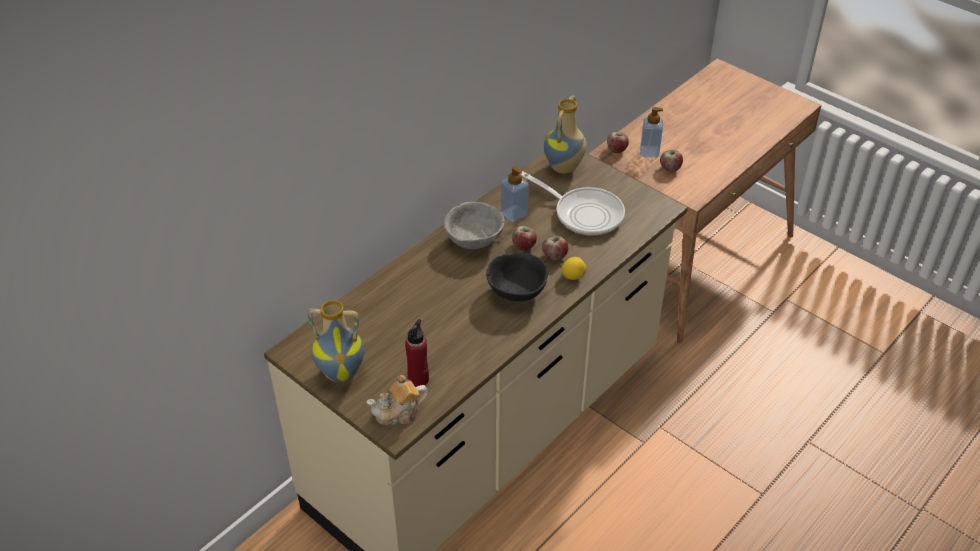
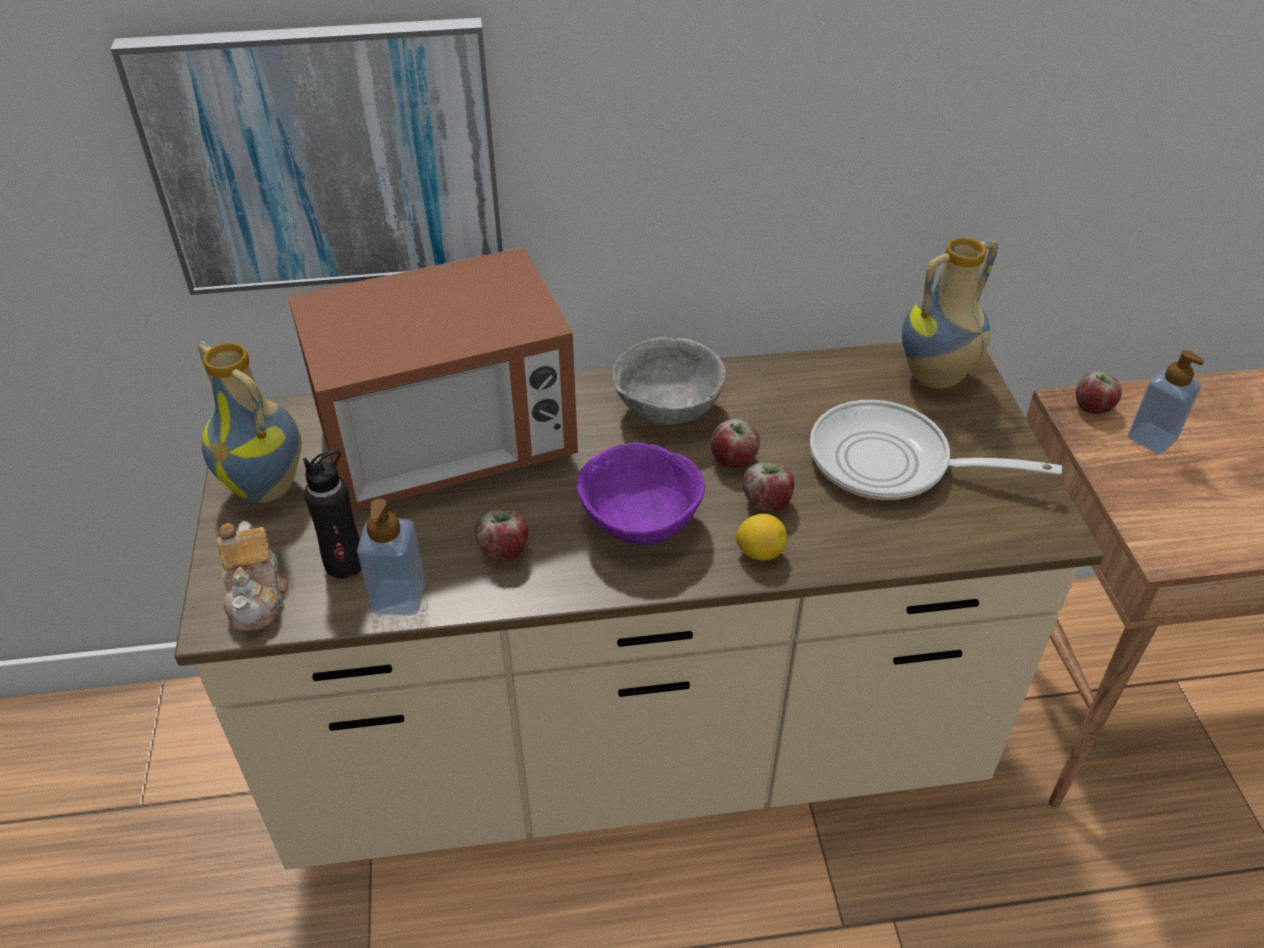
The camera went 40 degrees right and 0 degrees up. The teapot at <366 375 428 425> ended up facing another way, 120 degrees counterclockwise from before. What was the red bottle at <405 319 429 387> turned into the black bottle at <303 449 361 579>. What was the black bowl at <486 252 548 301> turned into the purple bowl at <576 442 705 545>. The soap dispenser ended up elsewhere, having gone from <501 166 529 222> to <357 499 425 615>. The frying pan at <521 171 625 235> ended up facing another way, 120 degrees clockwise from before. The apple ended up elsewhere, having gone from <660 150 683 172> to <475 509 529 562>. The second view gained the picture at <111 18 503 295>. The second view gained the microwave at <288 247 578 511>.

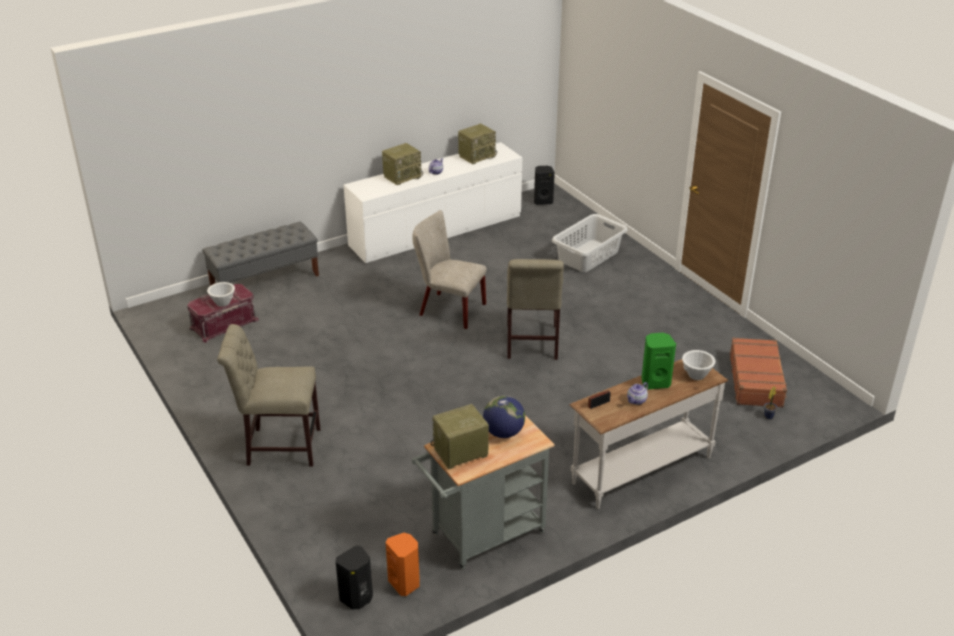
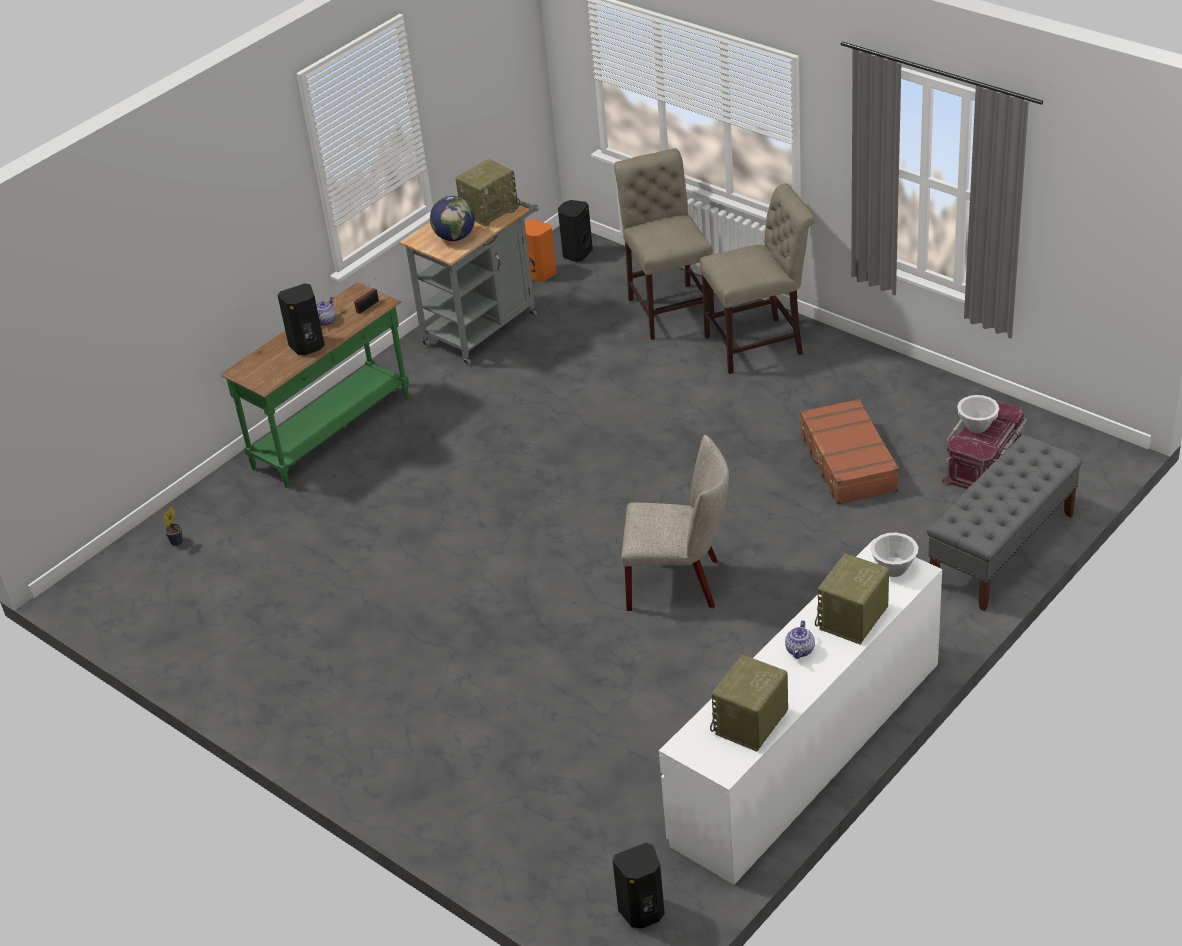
The camera went 165 degrees right and 5 degrees up. The beige chair ended up elsewhere, having gone from <507 259 564 360> to <614 148 715 340>. The second view lost the grey laundry basket at <552 214 628 272>. What was the white console table at <569 359 728 509> turned into the green console table at <221 282 409 488>. What was the green speaker at <642 333 676 390> turned into the black speaker at <278 283 325 355>. The white bowl ended up elsewhere, having gone from <682 350 715 380> to <870 533 918 577>. The brown suitcase ended up elsewhere, having gone from <730 338 787 408> to <799 399 899 505>.

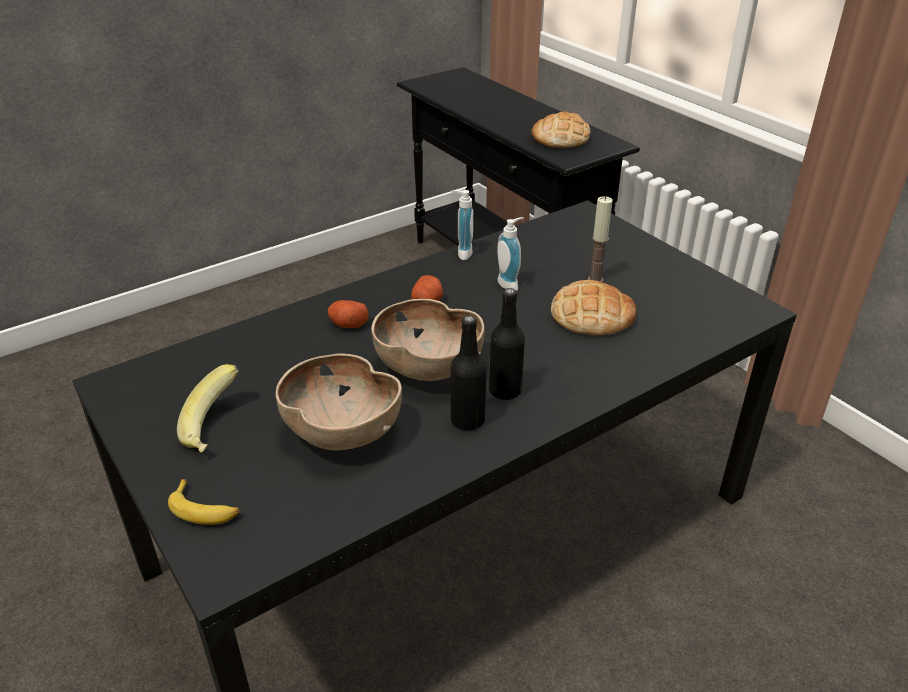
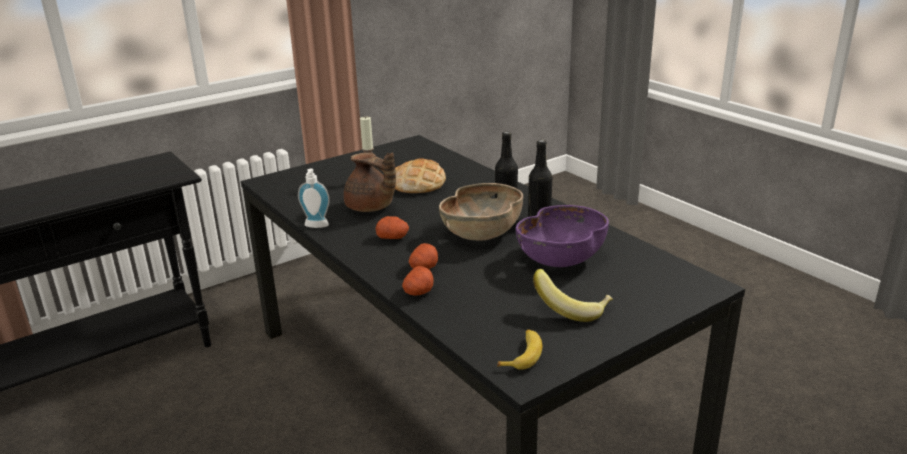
The camera went 90 degrees left and 10 degrees down. The banana ended up elsewhere, having gone from <168 479 240 525> to <497 330 542 370>. What was the brown bowl at <276 353 402 450> turned into the purple bowl at <516 205 609 267>. Where the soap dispenser stood at <497 217 524 291>, the brown teapot came to stand at <344 152 396 212>. The second view lost the bread at <531 112 590 148>. The second view gained the potato at <402 266 434 296>.

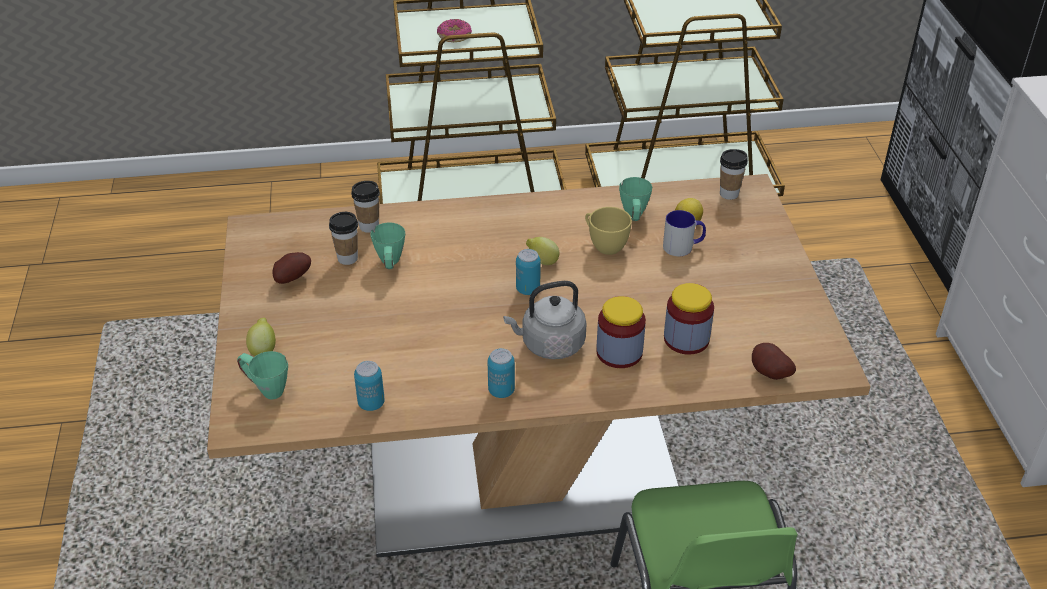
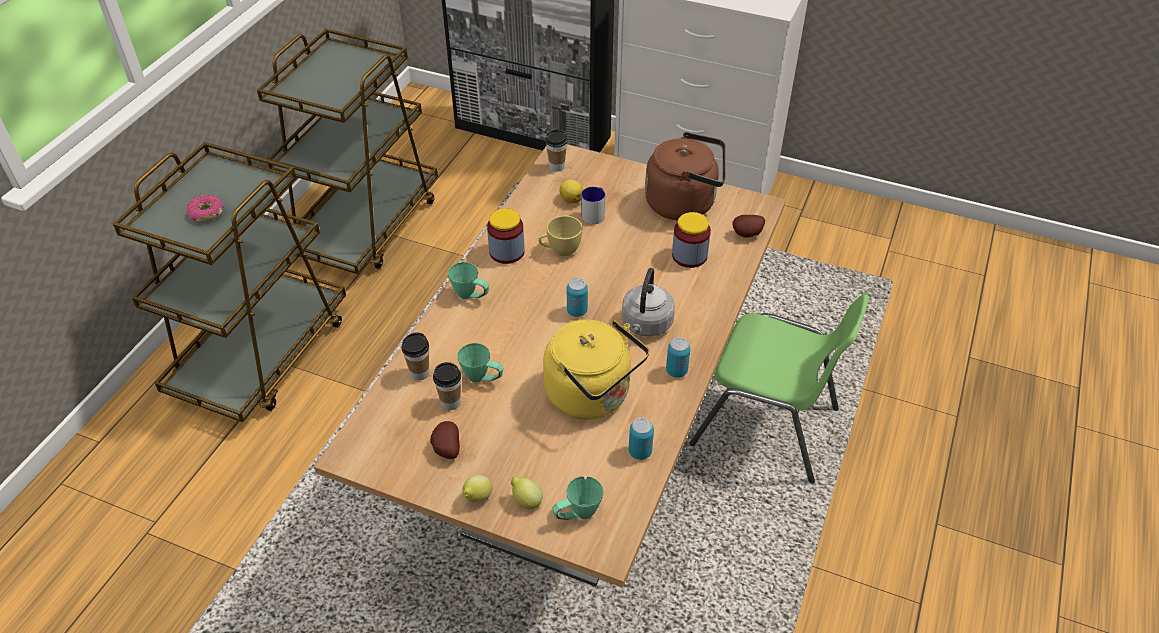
The camera went 60 degrees left and 5 degrees up. The lemon ended up elsewhere, having gone from <526 237 560 265> to <463 475 493 502>. The jar ended up elsewhere, having gone from <596 296 646 368> to <487 208 525 264>. The green mug ended up elsewhere, having gone from <619 177 652 221> to <448 262 489 299>. The second view gained the yellow kettle at <543 320 649 419>. The second view gained the brown kettle at <645 132 726 220>.

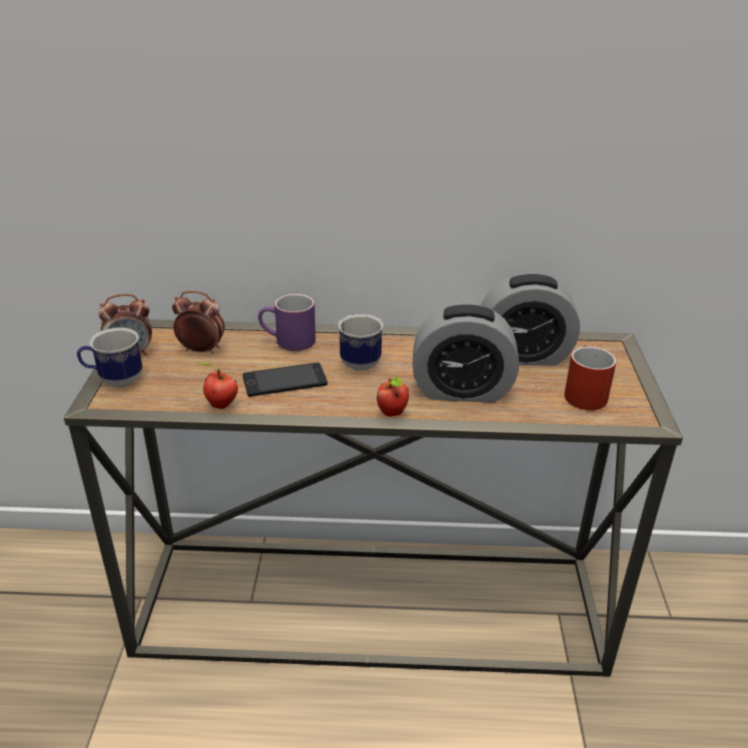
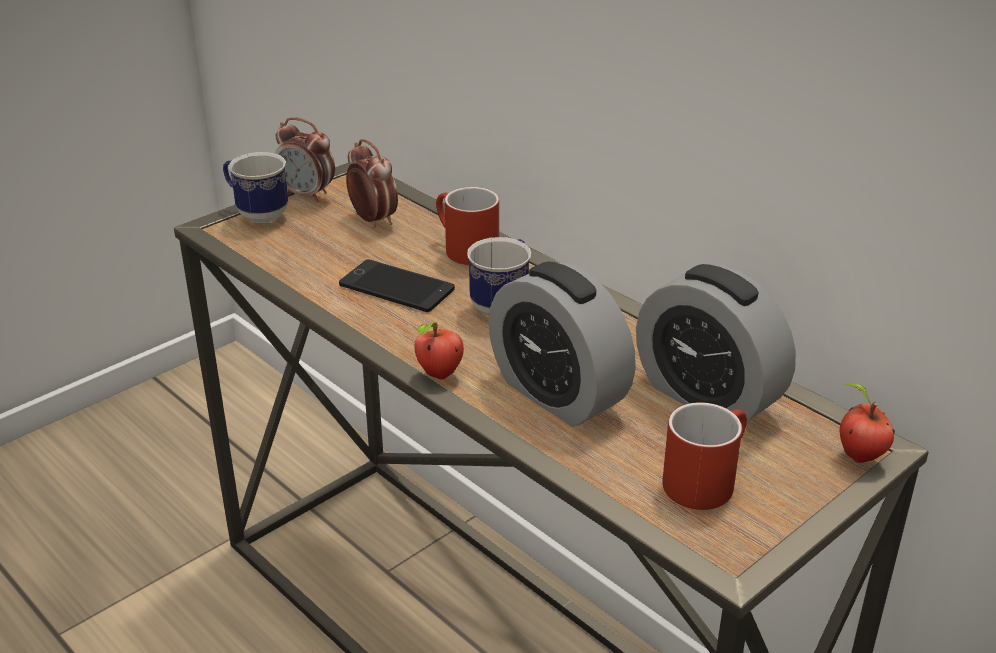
The camera went 45 degrees right and 0 degrees up. The apple ended up elsewhere, having gone from <196 363 238 409> to <840 383 895 463>. What was the purple mug at <258 294 316 351> turned into the red mug at <436 187 499 265>.

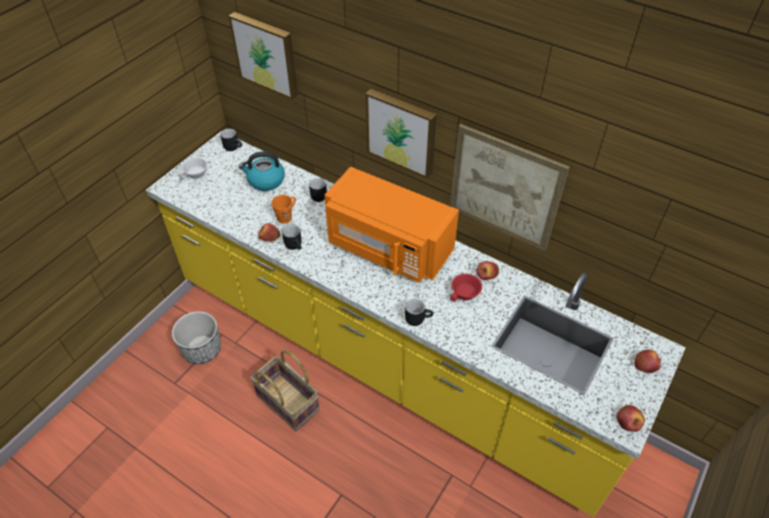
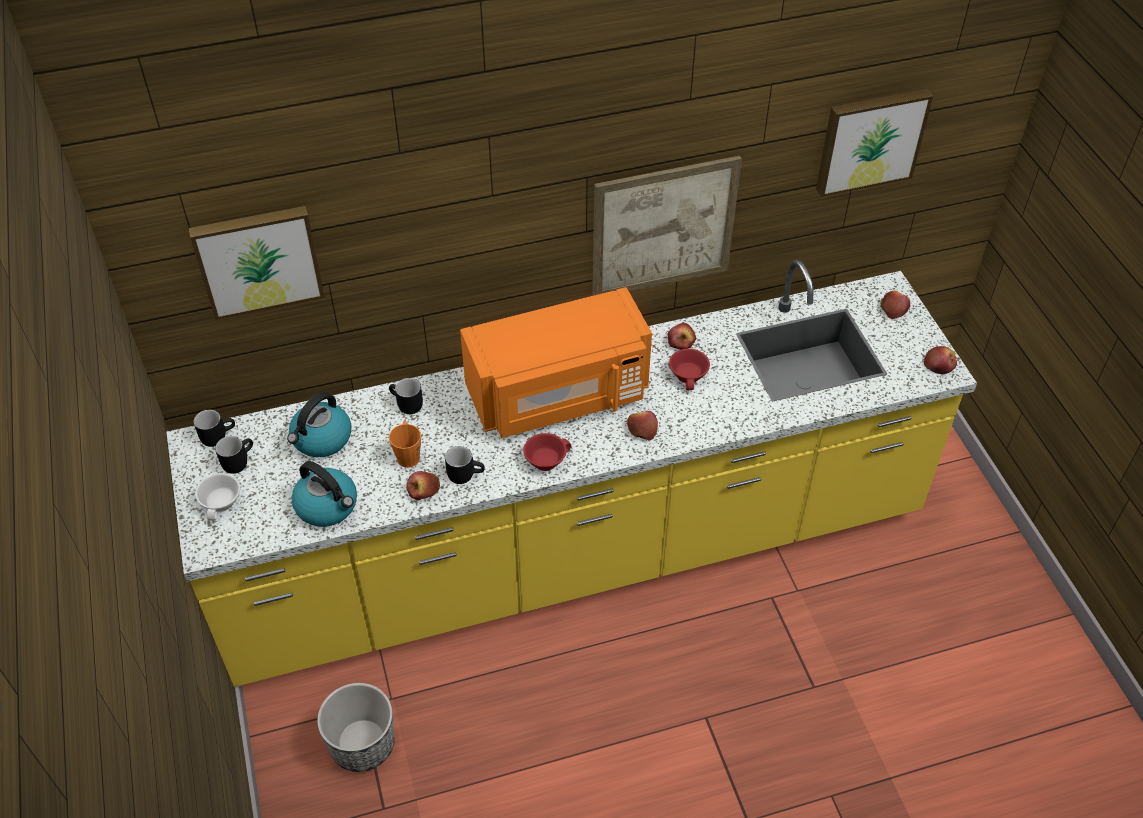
The camera went 50 degrees left and 0 degrees up. The second view lost the basket at <250 350 320 431>. The picture ended up elsewhere, having gone from <366 89 436 179> to <816 89 933 197>. The black mug ended up elsewhere, having gone from <405 299 433 326> to <215 436 253 474>. The second view gained the kettle at <291 461 357 527>. The second view gained the red cup at <523 433 571 471>. The second view gained the apple at <627 411 658 441>.

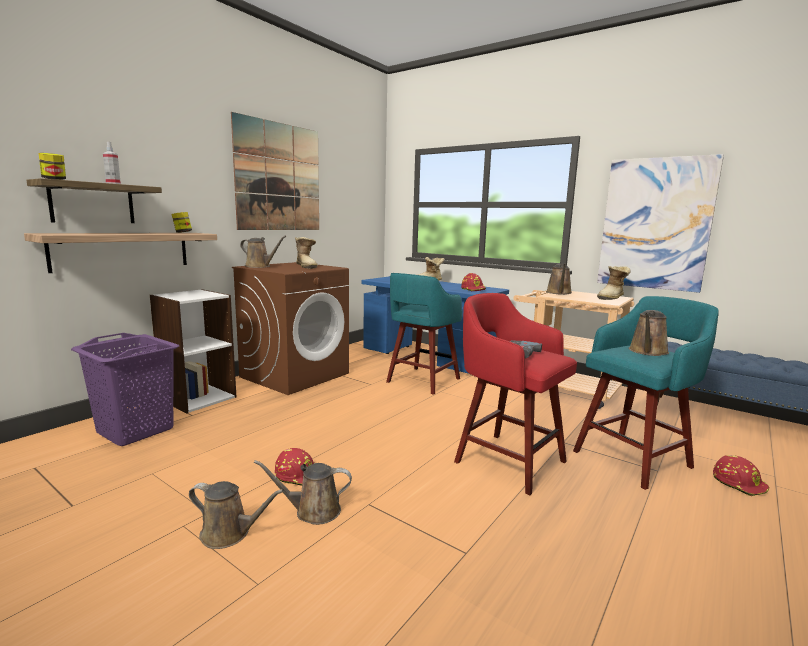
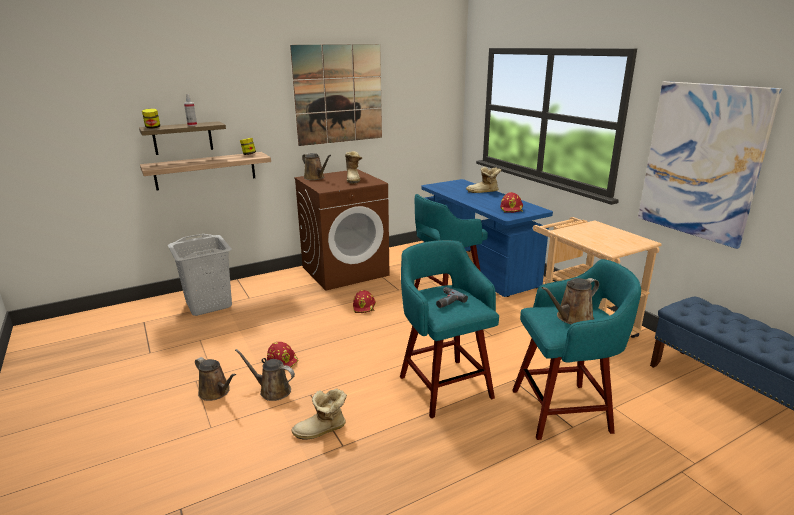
The camera went 25 degrees right and 10 degrees up. What was the purple laundry basket at <71 333 179 446> turned into the grey laundry basket at <168 234 232 316>. The second view lost the white bookcase at <150 289 236 413>. What was the red stool at <454 293 577 495> turned into the turquoise stool at <400 240 499 418>. The second view lost the brown watering can at <546 263 572 295>. The boot ended up elsewhere, having gone from <597 266 631 300> to <292 388 347 440>. The red hard hat ended up elsewhere, having gone from <713 455 769 496> to <353 290 376 313>.

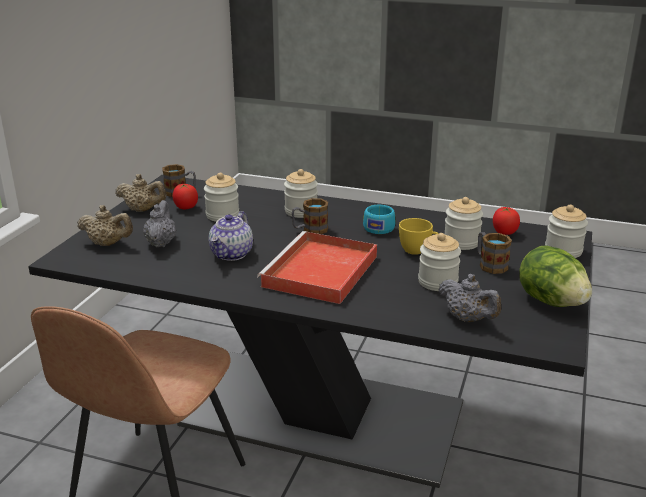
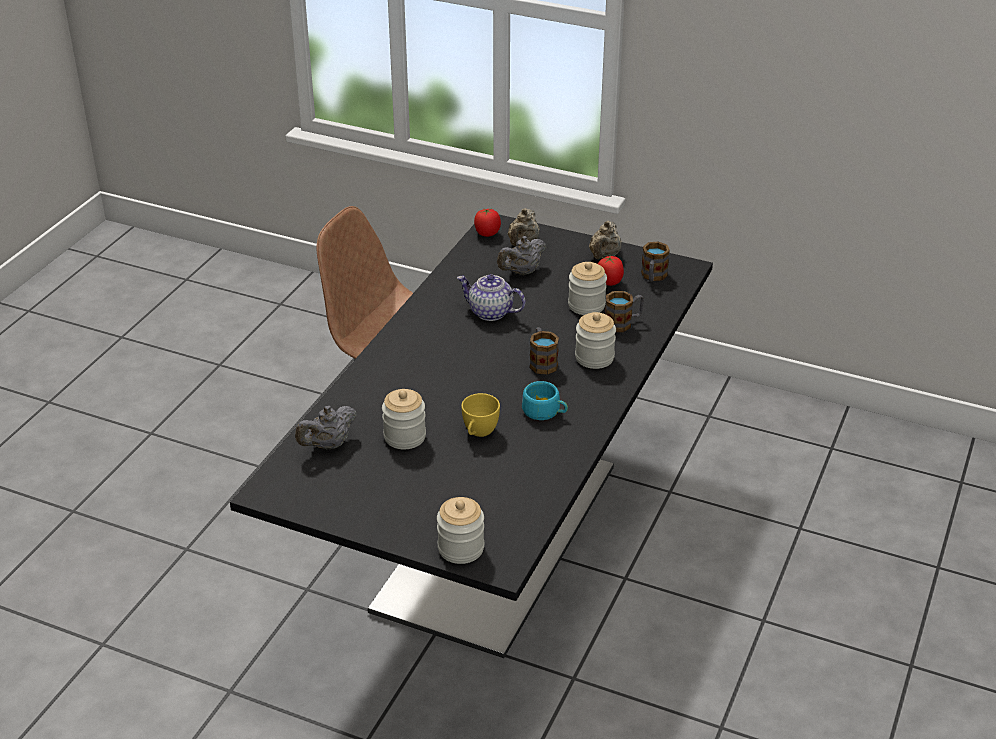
The camera went 95 degrees right and 10 degrees up. The grey teapot at <143 200 177 247> ended up facing another way, 135 degrees clockwise from before. The second view lost the red tray at <257 231 377 304>. The second view lost the jar at <445 197 483 250>. The mug ended up elsewhere, having gone from <478 232 512 274> to <605 291 644 332>. The tomato ended up elsewhere, having gone from <493 207 520 235> to <474 208 501 237>. The second view lost the lettuce at <519 245 592 307>.

